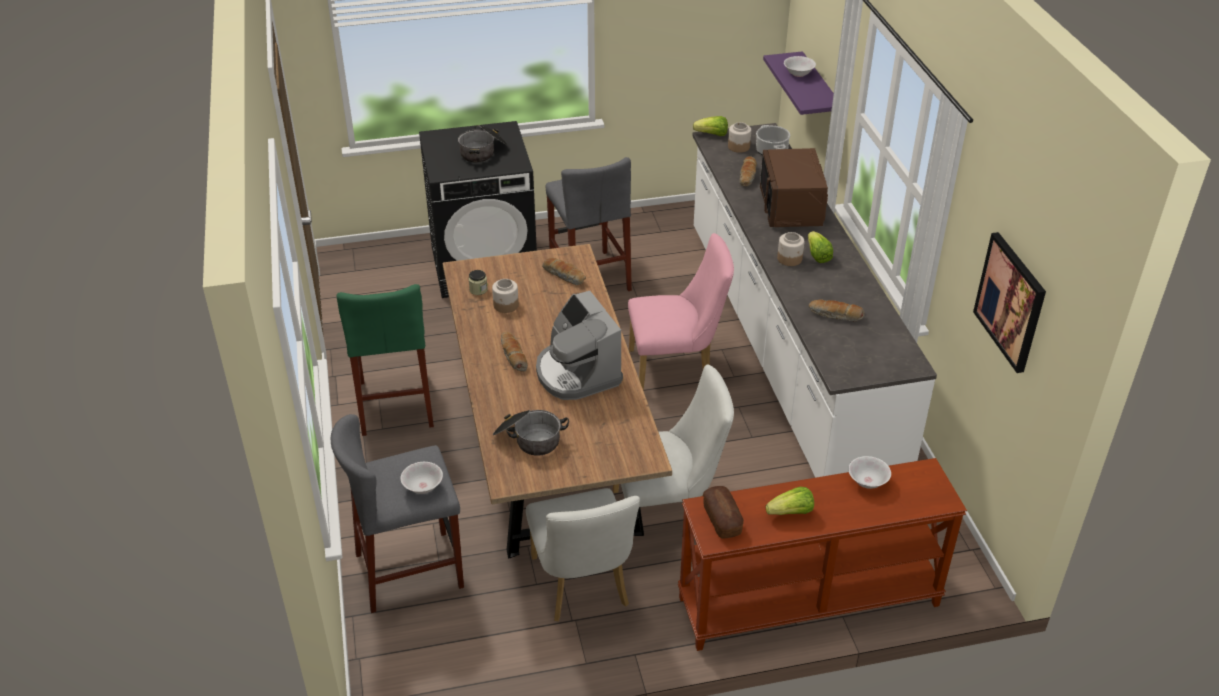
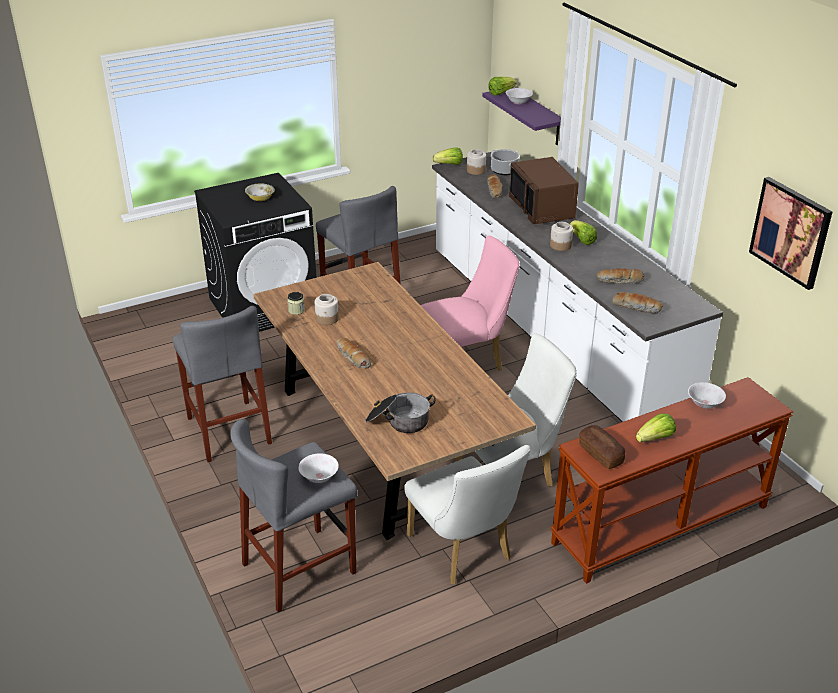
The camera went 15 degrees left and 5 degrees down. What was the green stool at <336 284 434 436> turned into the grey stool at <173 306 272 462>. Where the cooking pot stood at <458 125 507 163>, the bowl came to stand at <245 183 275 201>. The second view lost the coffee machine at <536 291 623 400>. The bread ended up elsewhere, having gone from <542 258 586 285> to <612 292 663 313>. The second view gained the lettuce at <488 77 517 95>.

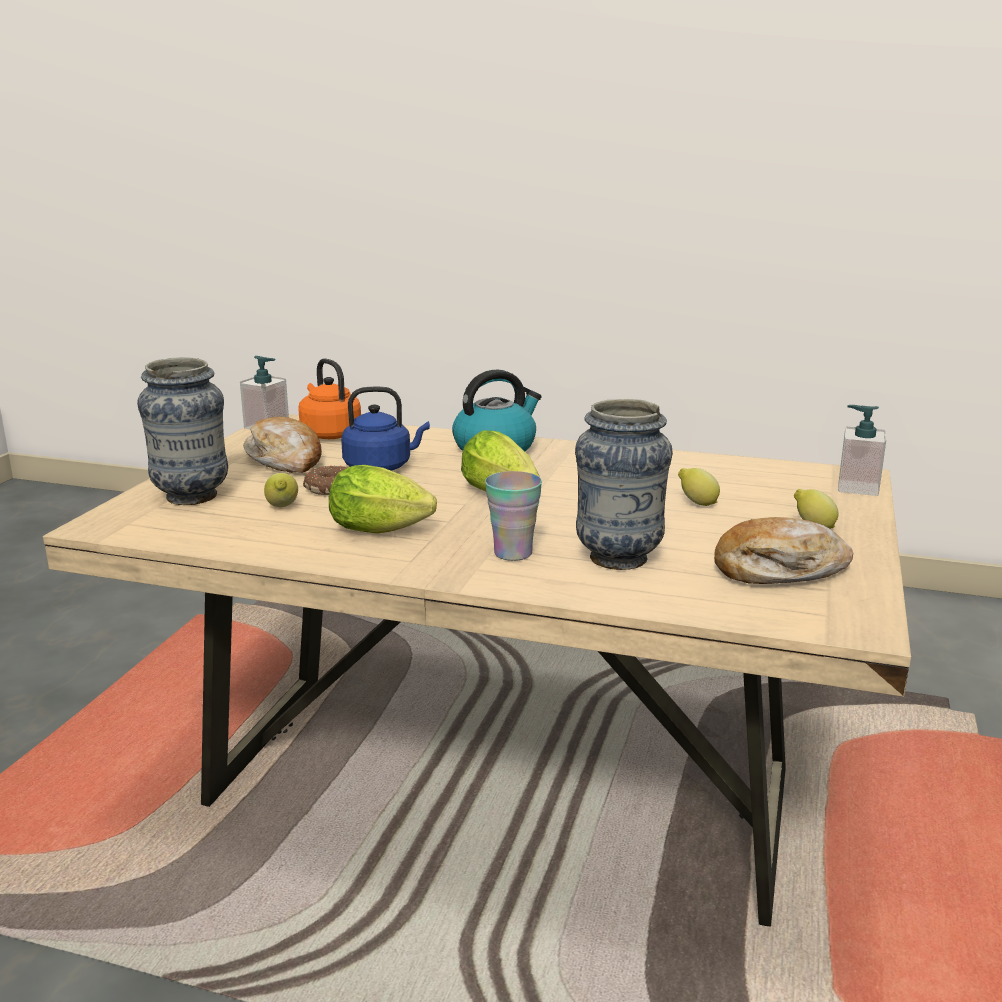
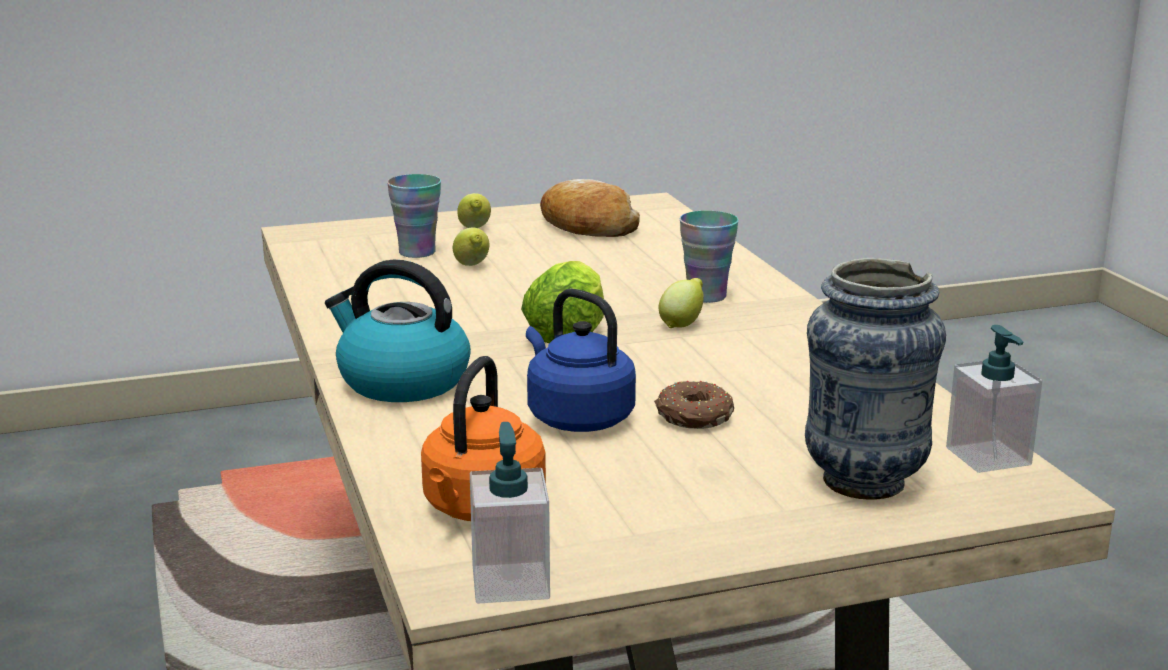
The camera went 125 degrees left and 0 degrees up. The second view lost the bread at <243 417 322 473>. The lemon ended up elsewhere, having gone from <264 473 298 507> to <659 278 704 328>. The second view lost the lettuce at <329 465 437 534>. The second view lost the vase at <575 399 673 570>. The soap dispenser ended up elsewhere, having gone from <838 405 886 496> to <946 325 1042 473>. The second view gained the cup at <387 174 441 258>.

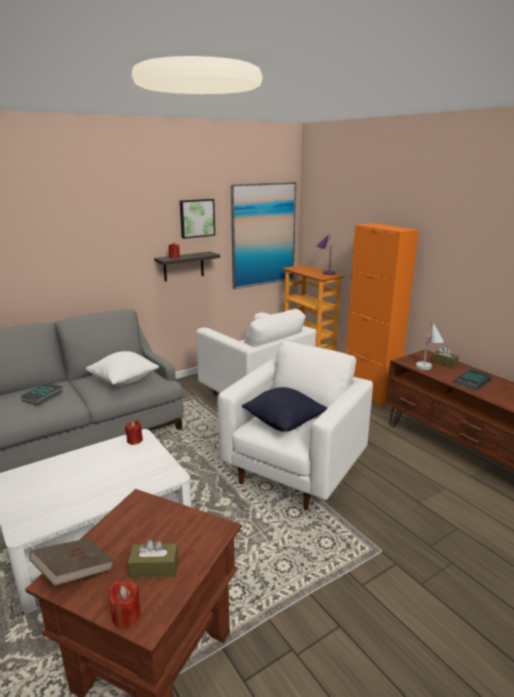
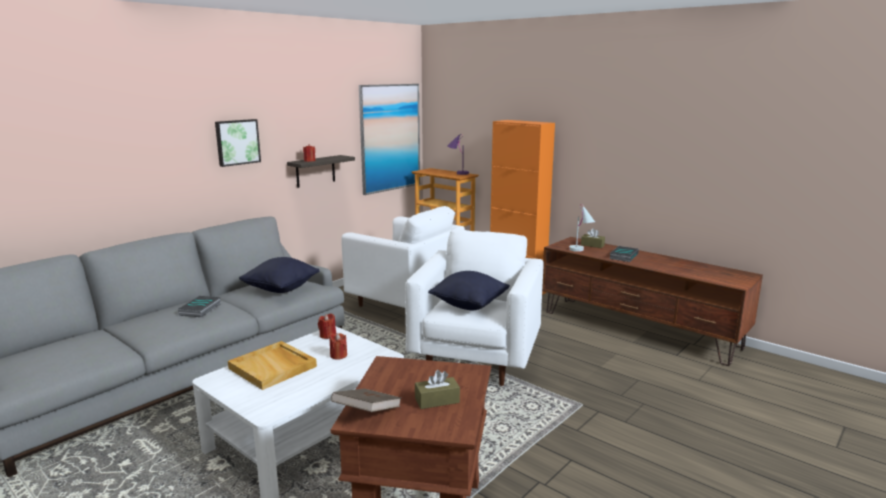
The camera went 15 degrees left and 5 degrees down. What was the white pillow at <86 351 159 386> turned into the black pillow at <239 257 319 293>. The red candle ended up elsewhere, having gone from <109 580 141 629> to <329 333 347 360>. The picture ended up elsewhere, having gone from <180 199 215 239> to <215 119 261 167>. The second view gained the beige tray at <228 341 317 390>.

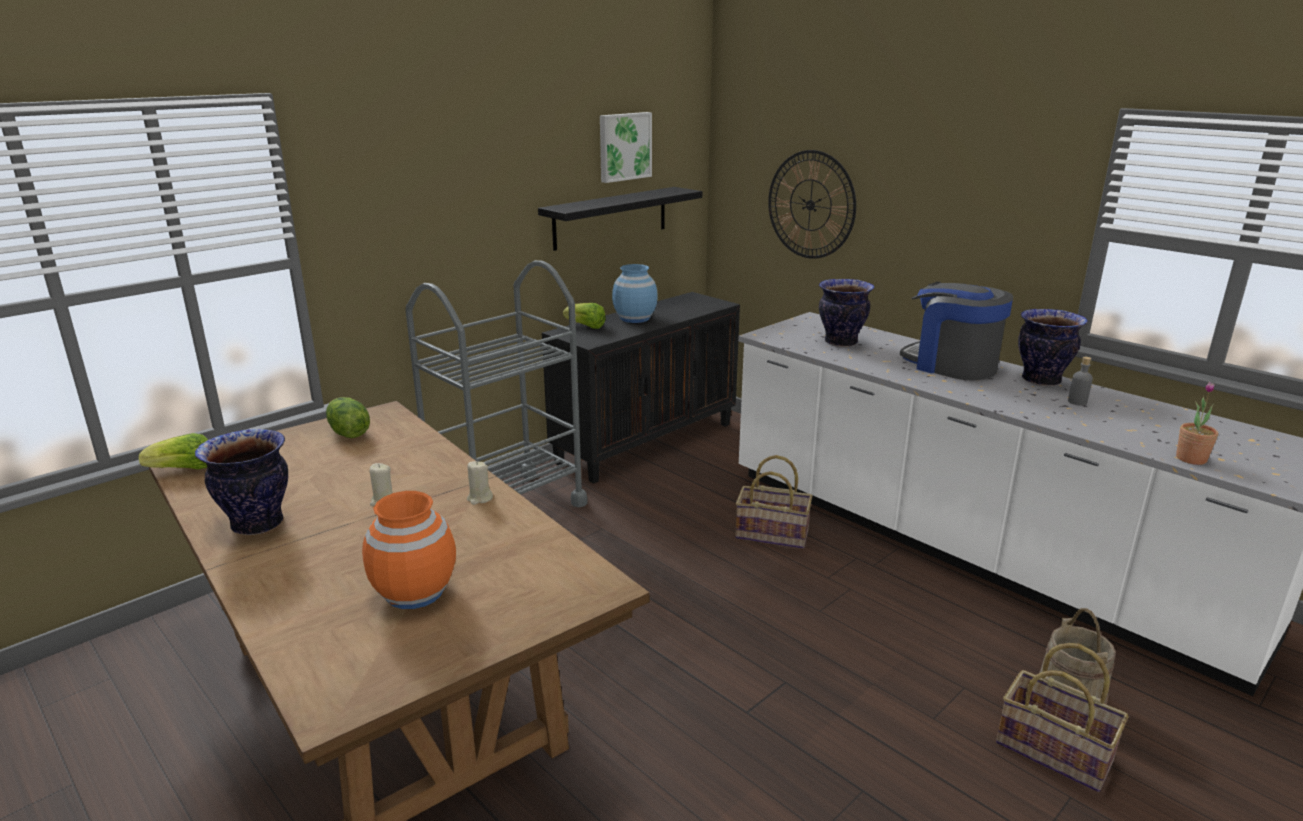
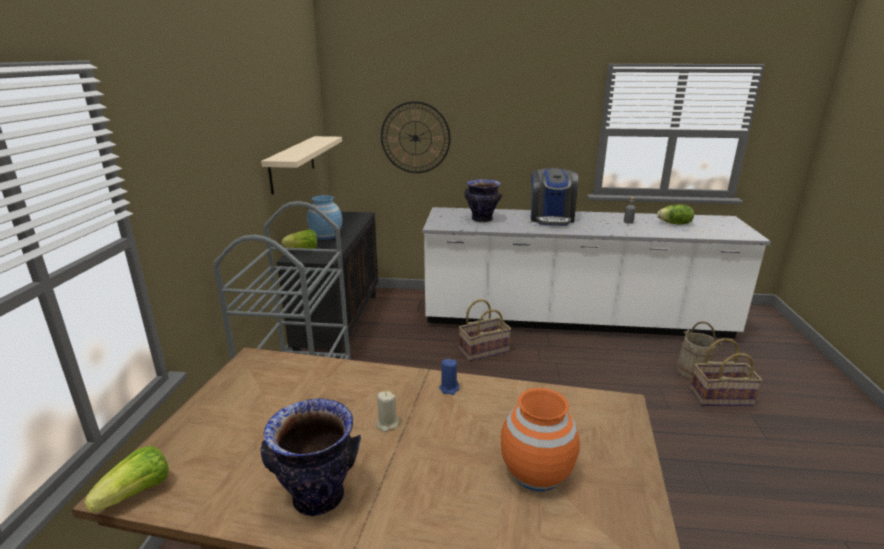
The camera went 40 degrees left and 0 degrees up. The lettuce ended up elsewhere, having gone from <326 397 370 438> to <657 204 694 225>. What was the beige candle at <467 461 493 505> turned into the blue candle at <439 359 459 395>. What was the black shelf at <538 187 702 251> turned into the beige shelf at <261 136 342 194>. The second view lost the picture at <600 112 652 183>. The coffee machine at <900 282 1013 380> ended up facing another way, 90 degrees counterclockwise from before. The second view lost the vase at <1018 309 1088 386>. The second view lost the potted plant at <1176 382 1218 465>.

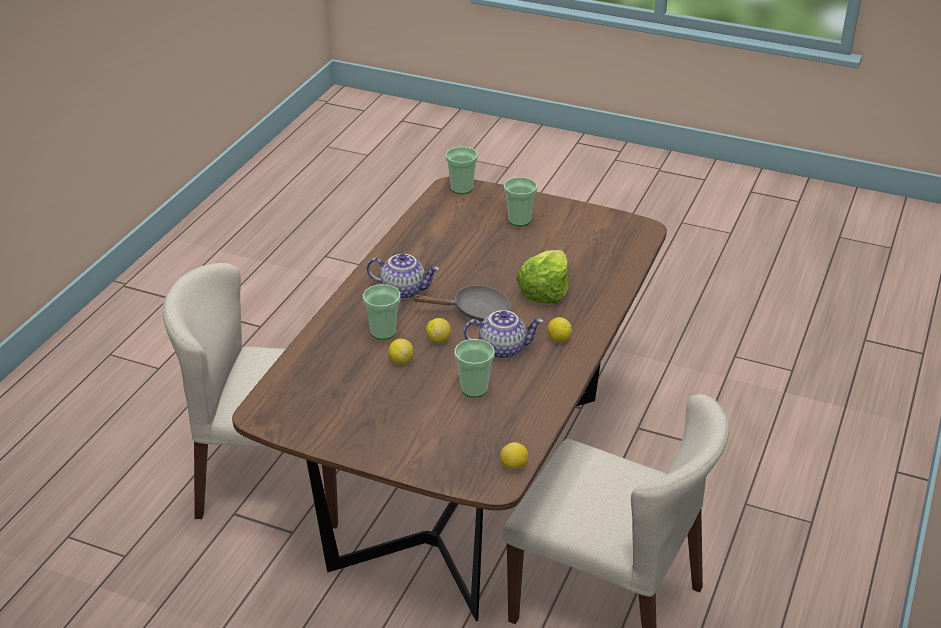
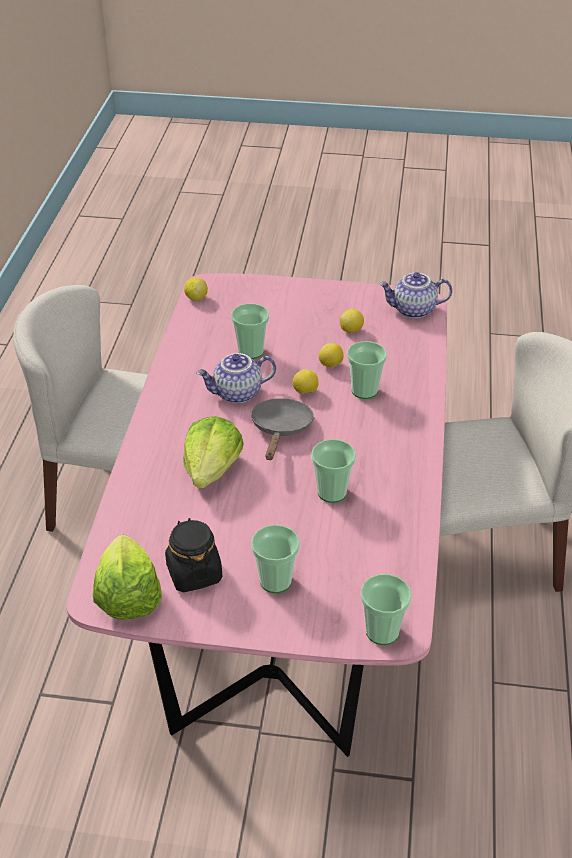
The camera went 165 degrees right and 5 degrees up. What was the brown dining table at <232 177 667 621> turned into the pink dining table at <66 273 447 757>. The teapot ended up elsewhere, having gone from <367 254 439 299> to <379 272 452 319>. The grey frying pan at <413 285 511 322> ended up facing another way, 120 degrees clockwise from before. The lemon ended up elsewhere, having gone from <547 317 572 343> to <340 309 364 333>. The second view gained the lettuce at <93 535 162 620>. The second view gained the black jar at <165 518 222 592>. The second view gained the cup at <311 439 356 503>.

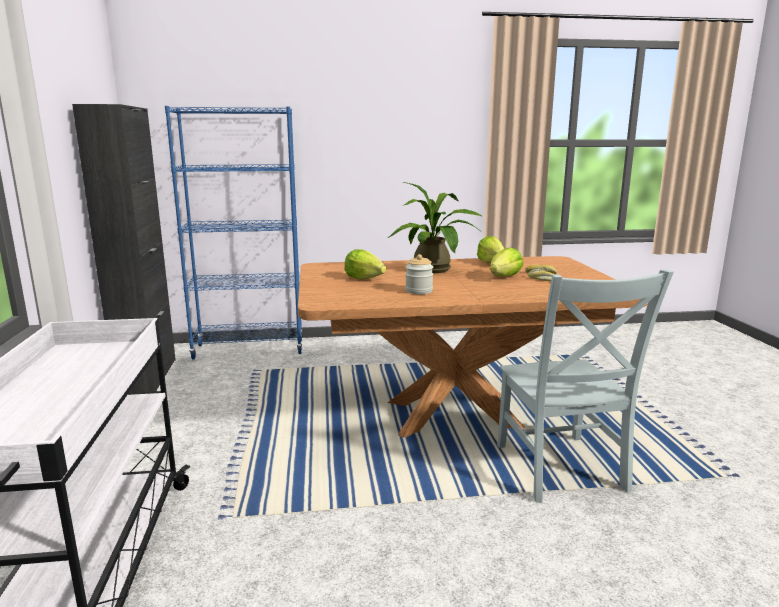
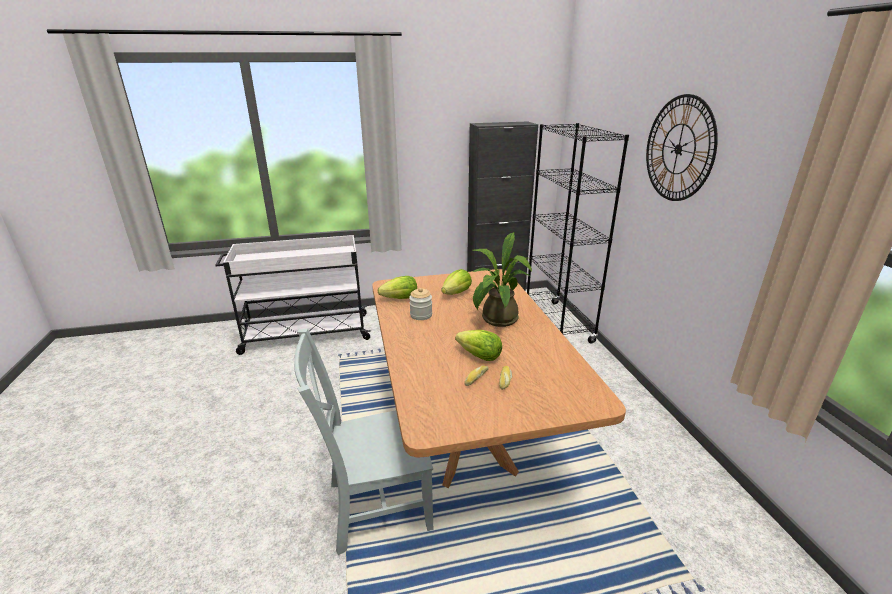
The camera went 85 degrees right and 10 degrees up. What was the blue bookcase at <165 106 303 359> turned into the black bookcase at <527 123 629 343>. The lettuce ended up elsewhere, having gone from <477 236 504 263> to <378 276 417 299>. The second view gained the wall clock at <646 94 718 201>.

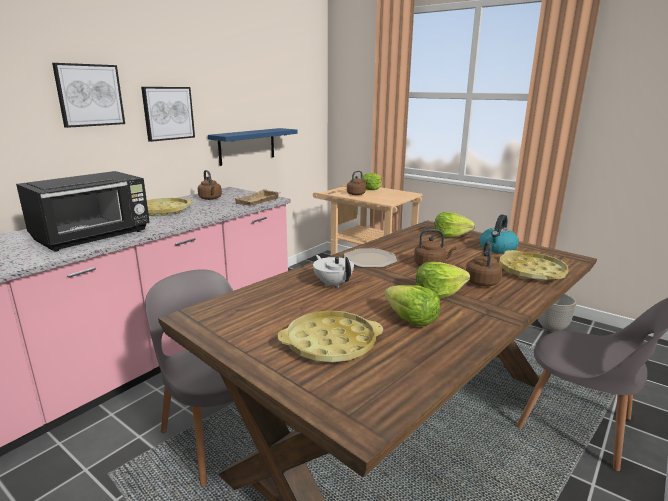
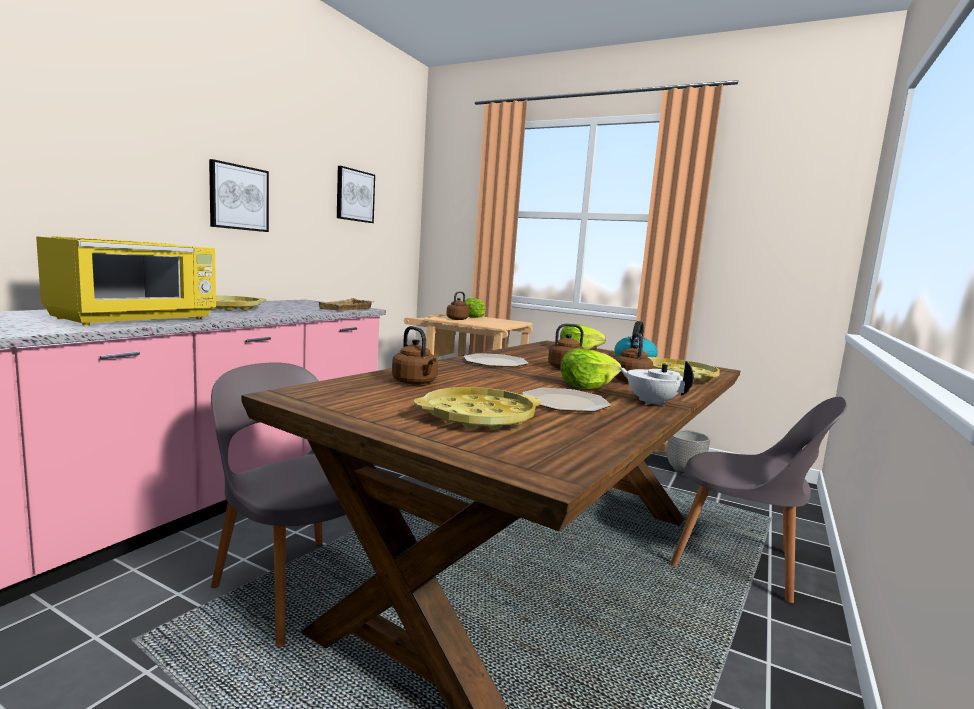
The camera went 10 degrees left and 10 degrees down. What was the black microwave at <16 171 150 252> turned into the yellow microwave at <36 236 216 326>. The picture ended up elsewhere, having gone from <52 63 125 128> to <337 166 375 223>. The brown kettle ended up elsewhere, having gone from <198 170 222 200> to <392 326 438 385>. The second view lost the blue shelf at <208 128 297 166>. The white teapot ended up elsewhere, having gone from <313 255 354 288> to <619 361 694 406>. Where the lettuce stood at <384 285 440 326>, the plate came to stand at <522 388 611 412>.

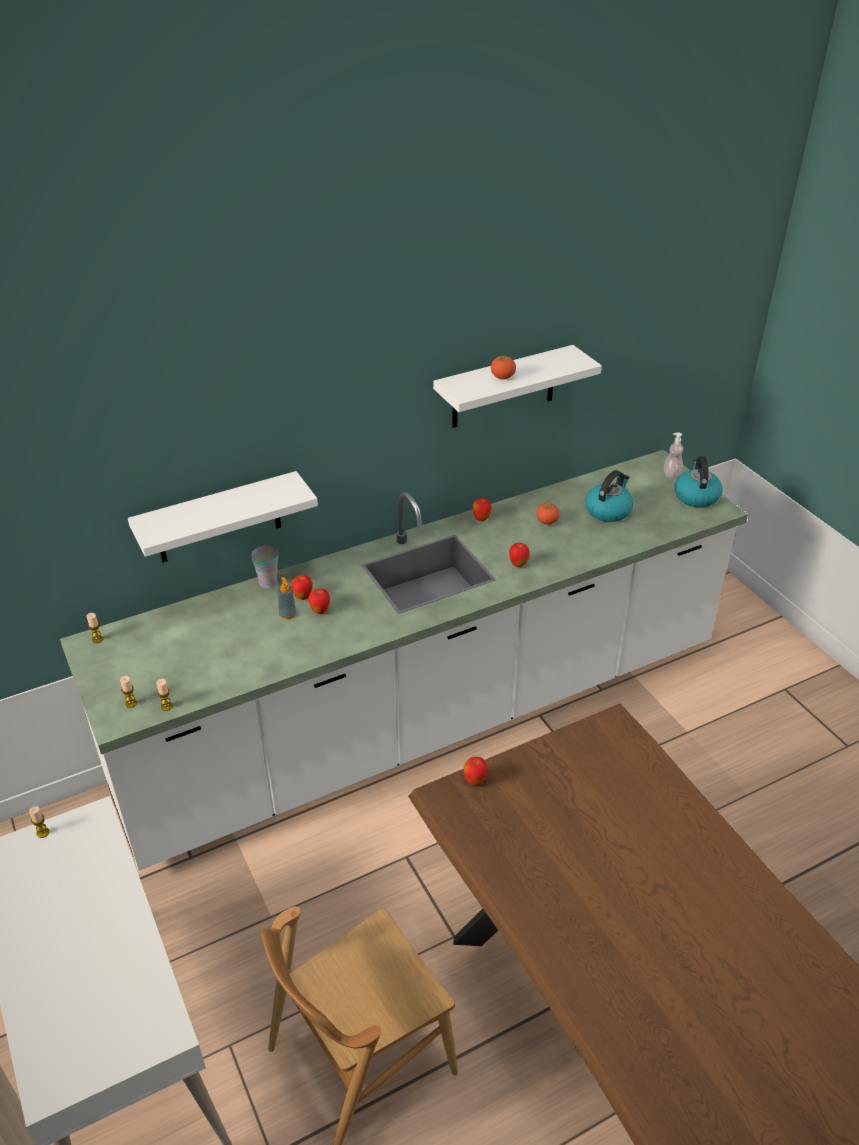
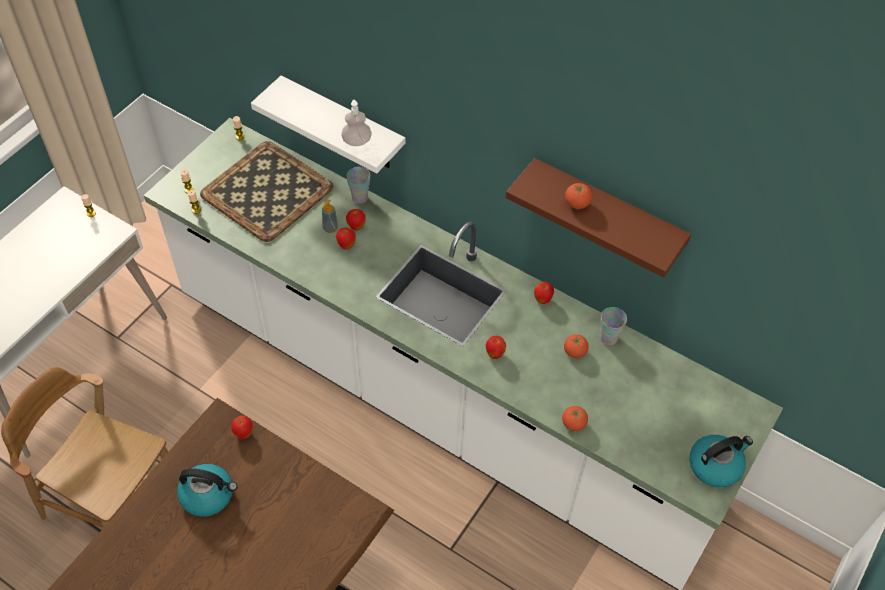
The camera went 60 degrees right and 15 degrees up. What was the white shelf at <433 345 602 428> turned into the brown shelf at <506 158 691 277>. The kettle ended up elsewhere, having gone from <585 470 634 522> to <177 464 238 517>. The soap dispenser ended up elsewhere, having gone from <664 433 683 479> to <341 100 372 146>. The second view gained the tray at <200 141 333 242>. The second view gained the tomato at <562 406 588 431>. The second view gained the cup at <600 307 627 345>.

